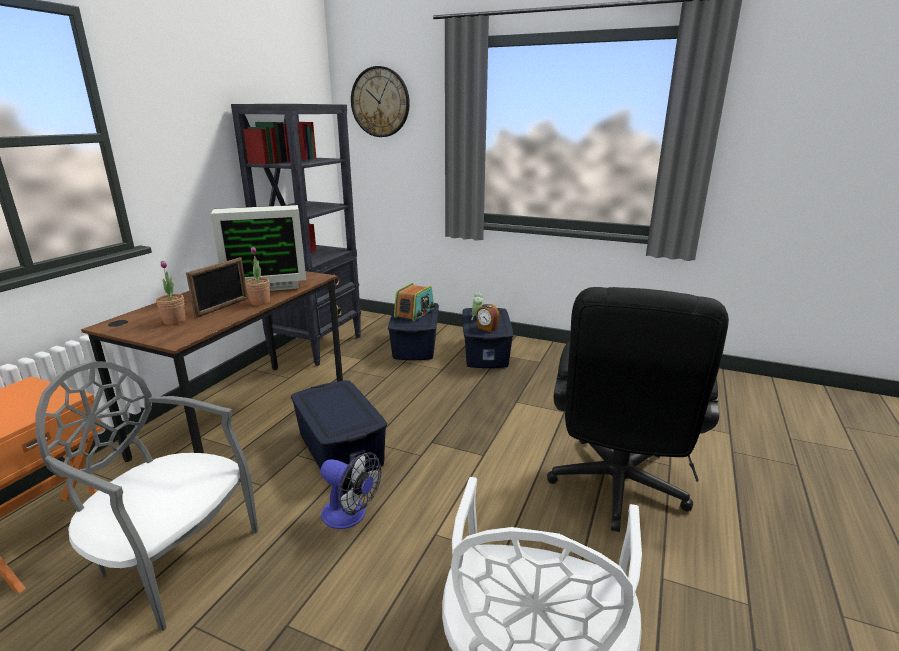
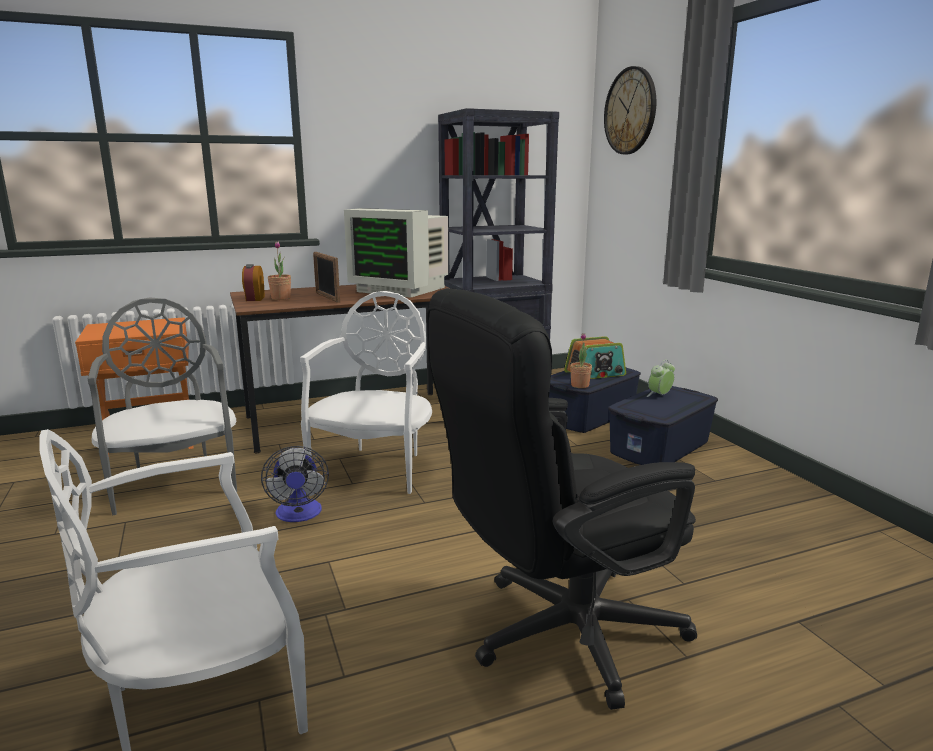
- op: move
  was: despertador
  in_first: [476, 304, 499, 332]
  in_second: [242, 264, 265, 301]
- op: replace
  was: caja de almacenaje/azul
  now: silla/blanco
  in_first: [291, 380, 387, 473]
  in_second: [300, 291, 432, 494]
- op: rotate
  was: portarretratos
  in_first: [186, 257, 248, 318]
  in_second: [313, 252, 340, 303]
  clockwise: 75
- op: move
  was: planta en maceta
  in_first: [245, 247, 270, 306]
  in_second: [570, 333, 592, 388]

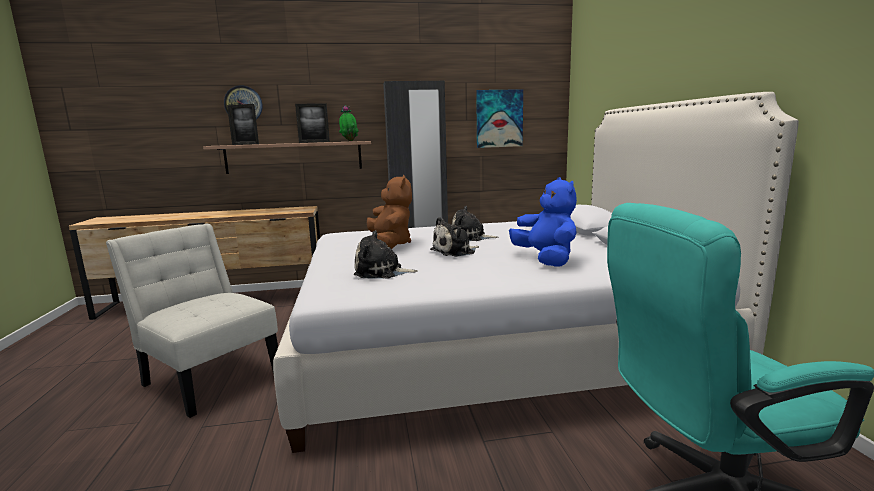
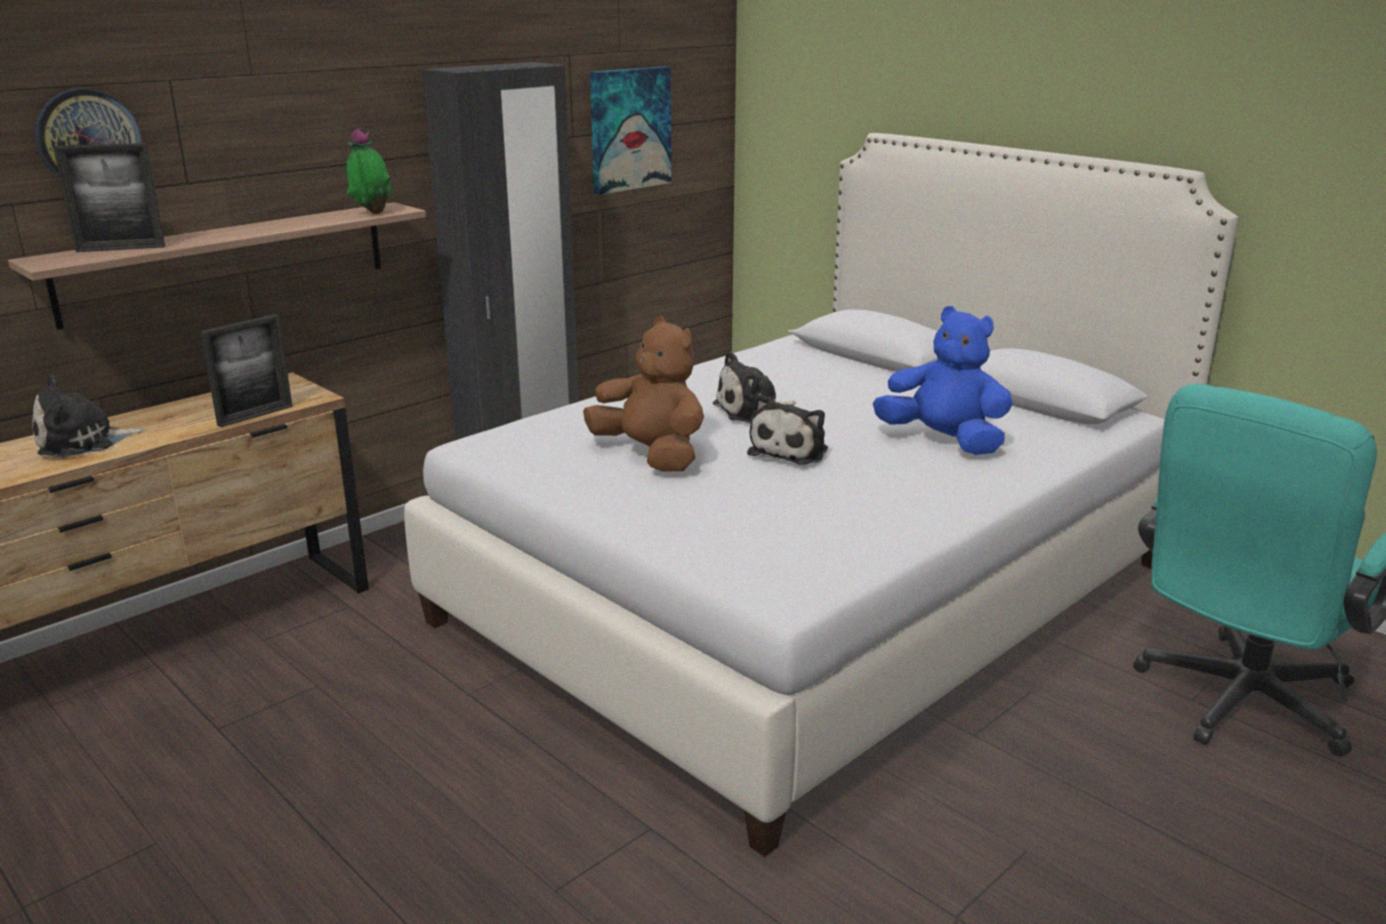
- op: move
  was: peluche
  in_first: [354, 230, 418, 279]
  in_second: [32, 375, 145, 457]
- op: move
  was: portarretratos
  in_first: [295, 103, 330, 143]
  in_second: [200, 314, 293, 427]
- op: delete
  was: silla/blanco
  in_first: [106, 224, 278, 418]

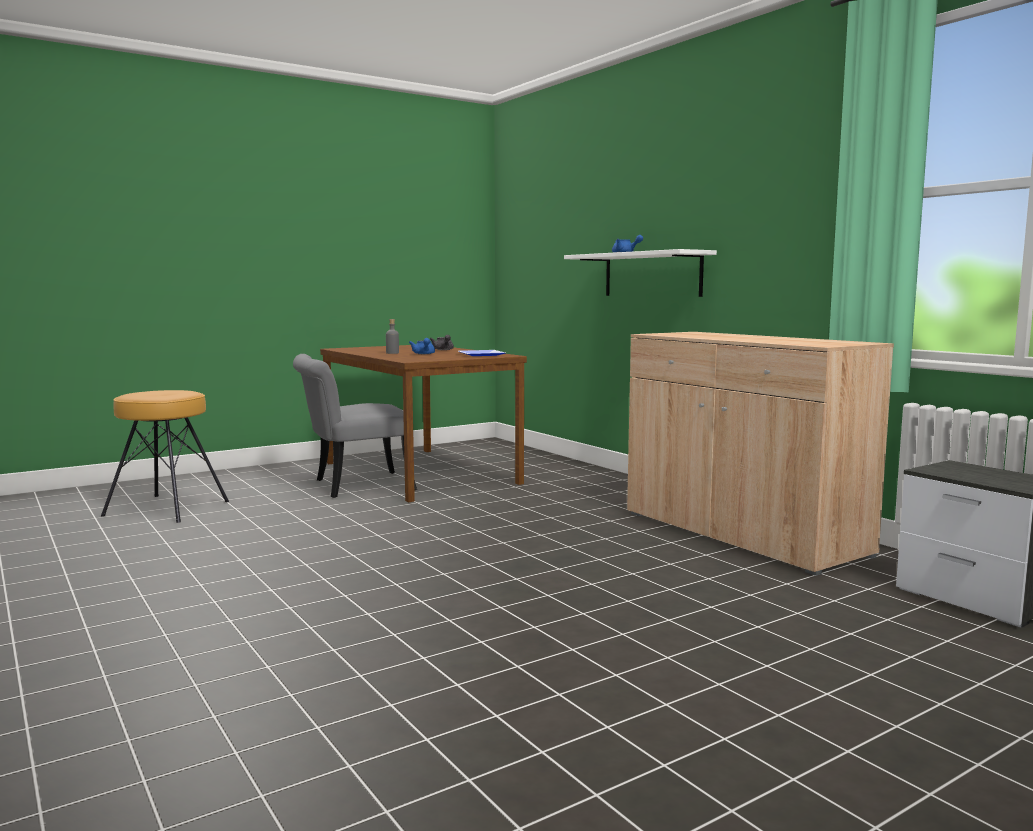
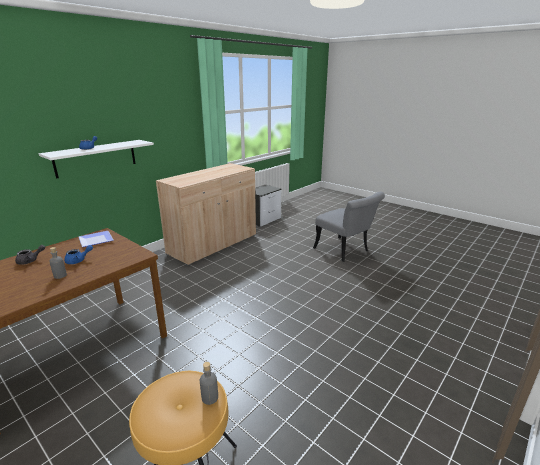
- op: insert
  now: botella/gris
  in_second: [200, 362, 218, 405]
- op: move
  was: silla/gris
  in_first: [293, 354, 417, 498]
  in_second: [313, 192, 385, 262]

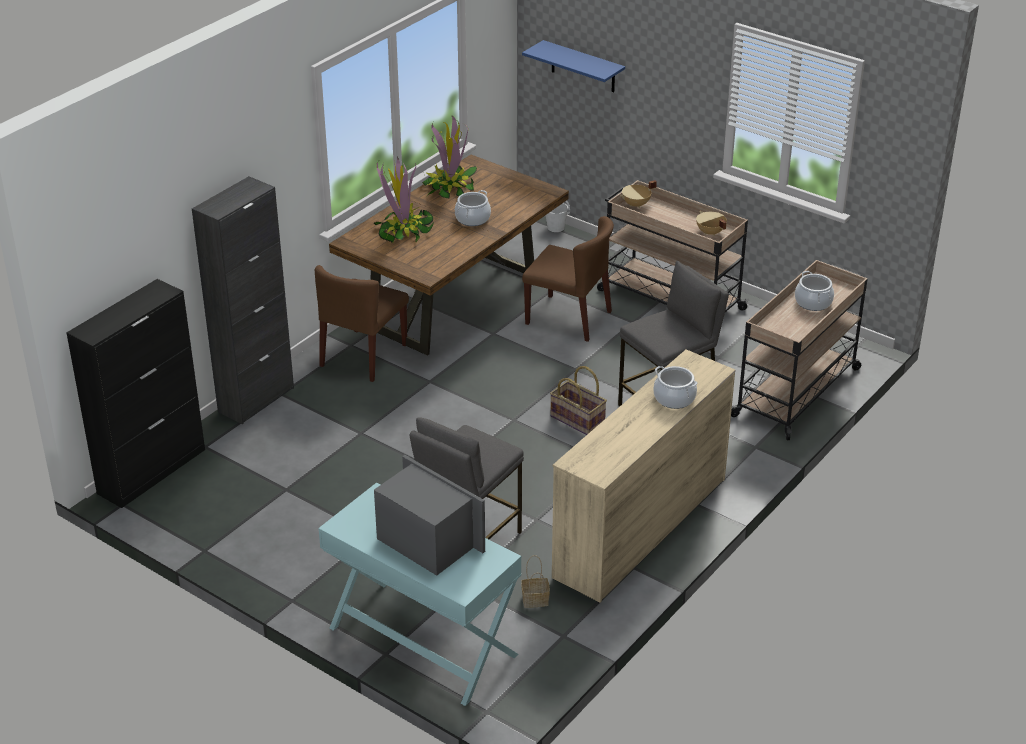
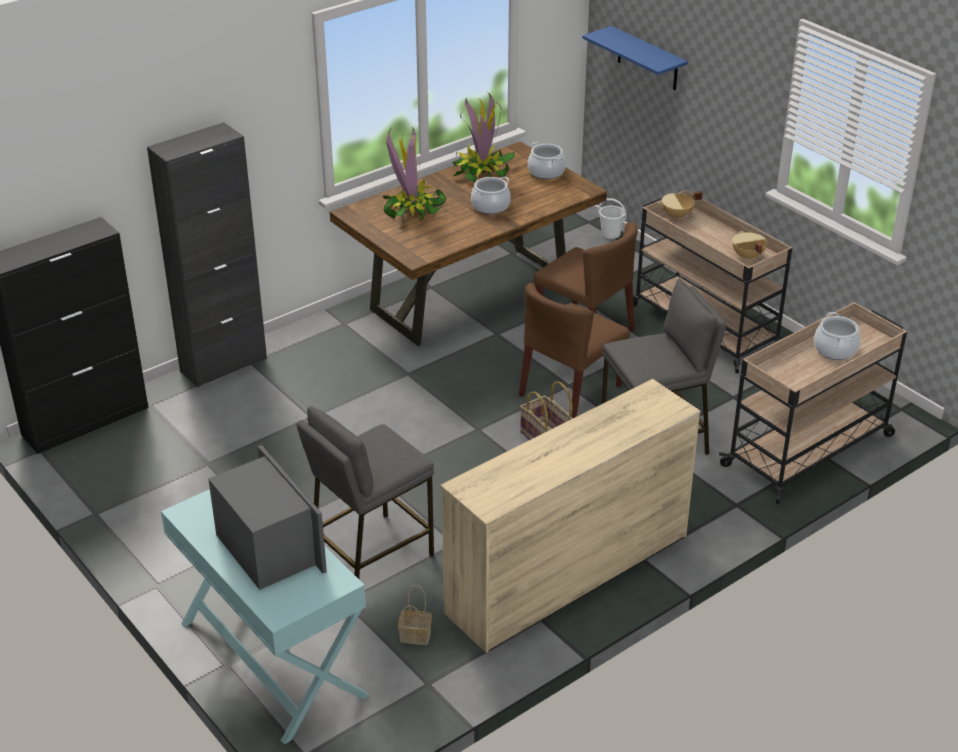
- op: move
  was: silla/marrón
  in_first: [315, 265, 409, 382]
  in_second: [519, 283, 630, 418]
- op: move
  was: olla
  in_first: [653, 366, 698, 409]
  in_second: [528, 142, 566, 179]

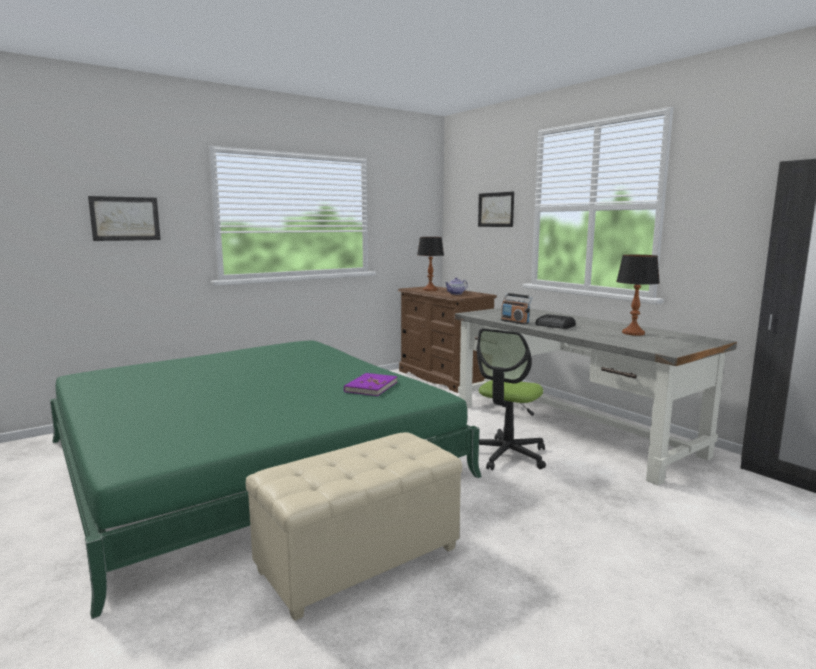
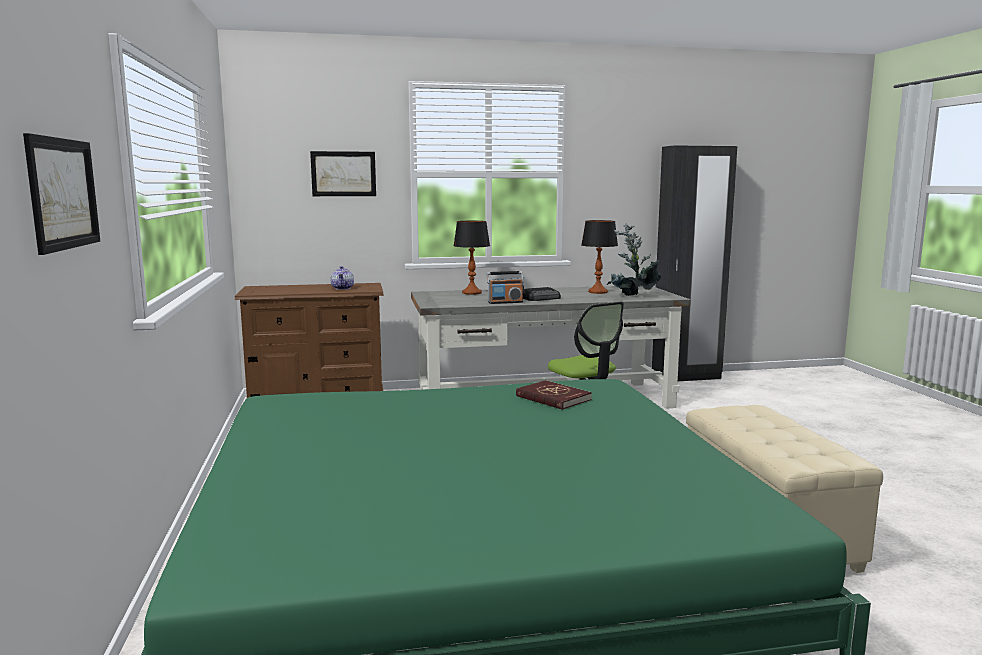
- op: move
  was: lámpara de mesa
  in_first: [417, 237, 444, 291]
  in_second: [453, 221, 490, 295]
- op: recolor
  was: libro/morado
  now: libro/rojo
  in_first: [344, 373, 398, 396]
  in_second: [516, 380, 592, 410]
- op: insert
  now: planta en maceta
  in_second: [607, 223, 661, 296]

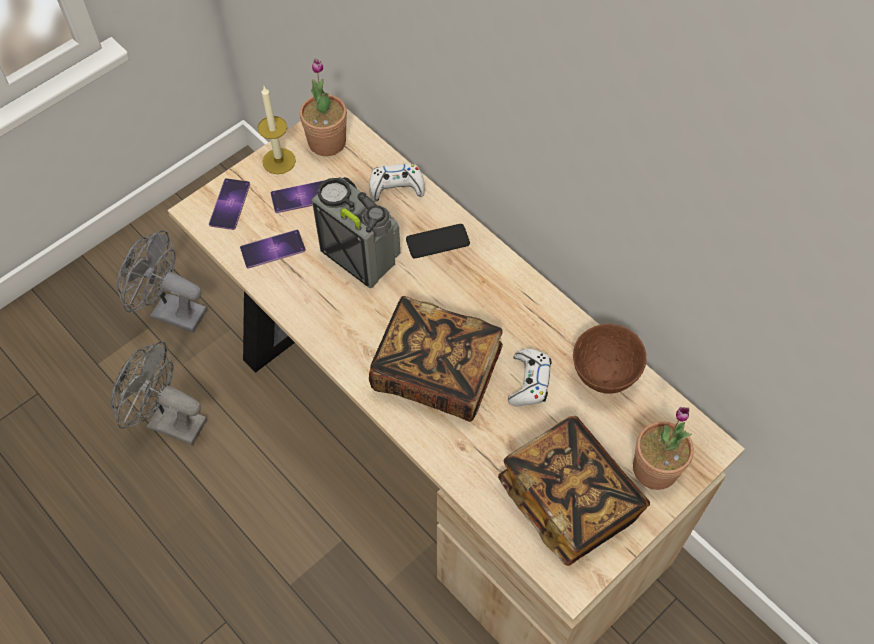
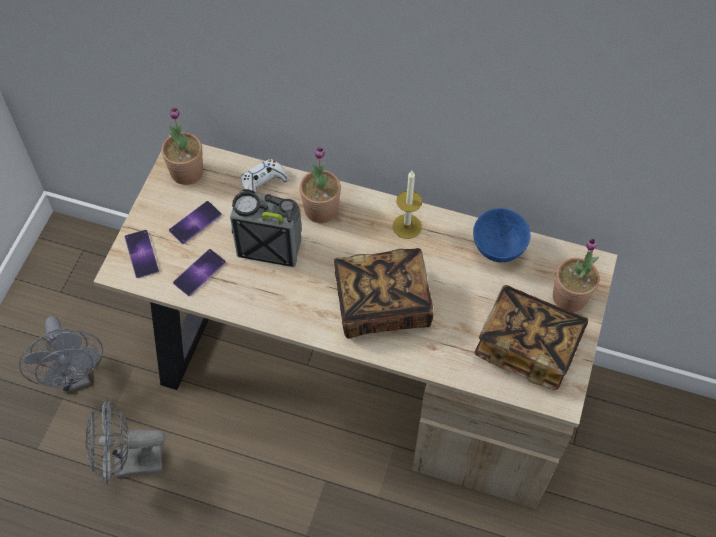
- op: rotate
  was: ventilador/gris
  in_first: [117, 230, 207, 333]
  in_second: [19, 316, 103, 393]
  clockwise: -105
- op: replace
  was: móvil
  now: planta en maceta
  in_first: [406, 224, 470, 258]
  in_second: [299, 147, 341, 223]
- op: move
  was: vela
  in_first: [258, 86, 296, 174]
  in_second: [393, 171, 422, 239]
- op: recolor
  was: cuenco/marrón
  now: cuenco/azul
  in_first: [573, 324, 646, 394]
  in_second: [473, 208, 531, 262]
- op: delete
  was: mando de consola/blanco
  in_first: [508, 349, 552, 406]

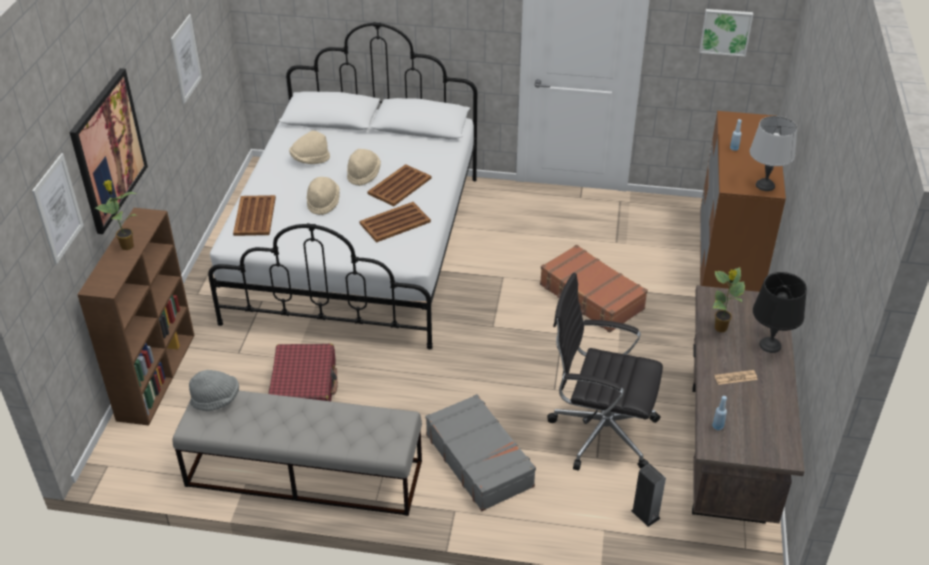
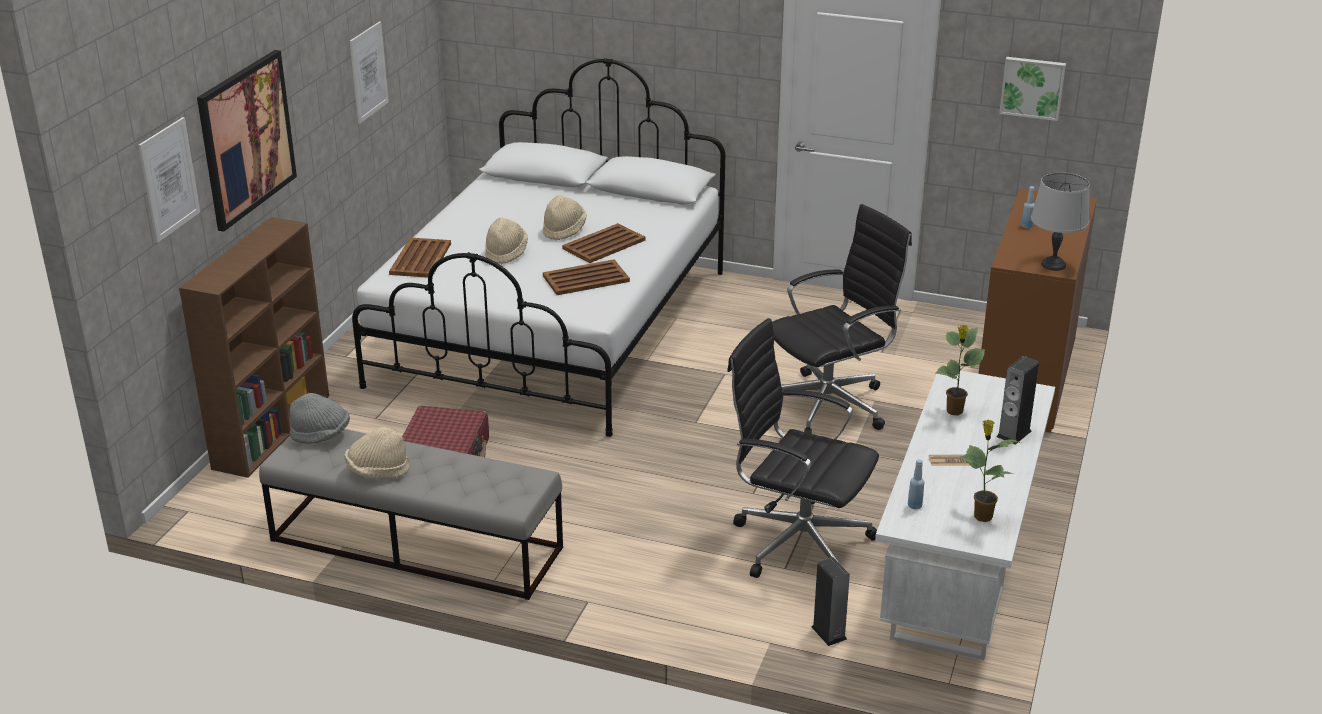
- op: move
  was: sombrero/beis
  in_first: [289, 131, 330, 164]
  in_second: [344, 427, 410, 479]
- op: replace
  was: maleta/marrón
  now: silla de oficina/negro
  in_first: [540, 245, 648, 333]
  in_second: [772, 204, 912, 434]
- op: recolor
  was: escritorio/marrón
  now: escritorio/blanco
  in_first: [692, 285, 805, 524]
  in_second: [875, 367, 1055, 660]
- op: move
  was: planta en maceta
  in_first: [95, 180, 137, 250]
  in_second: [960, 420, 1021, 522]
- op: replace
  was: lámpara de mesa/negro
  now: altavoz
  in_first: [753, 272, 807, 353]
  in_second: [996, 356, 1039, 445]
- op: delete
  was: maleta/gris
  in_first: [425, 394, 536, 511]

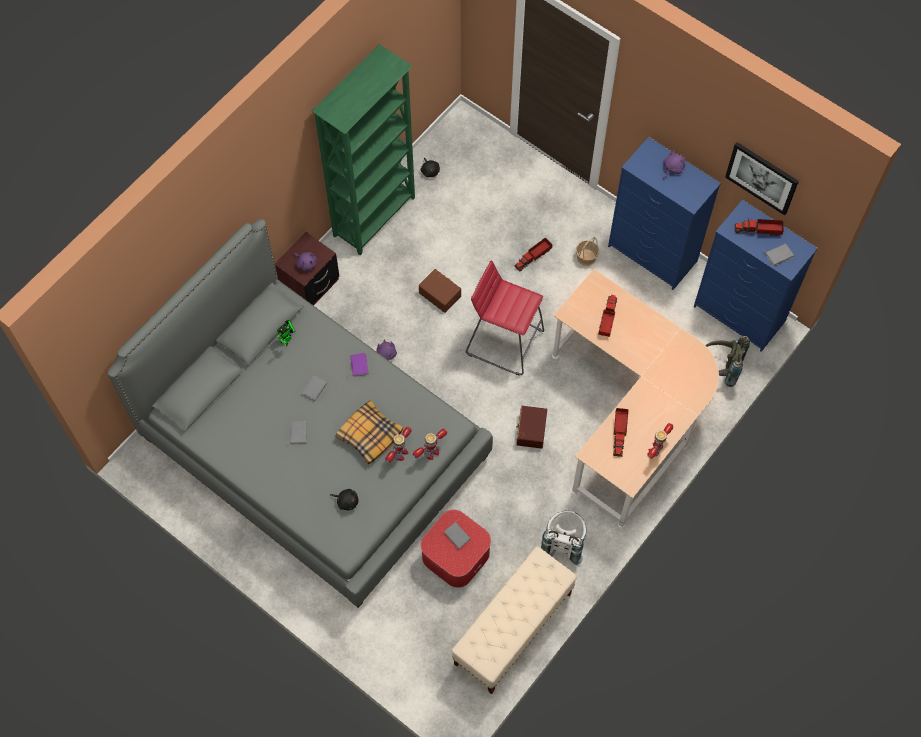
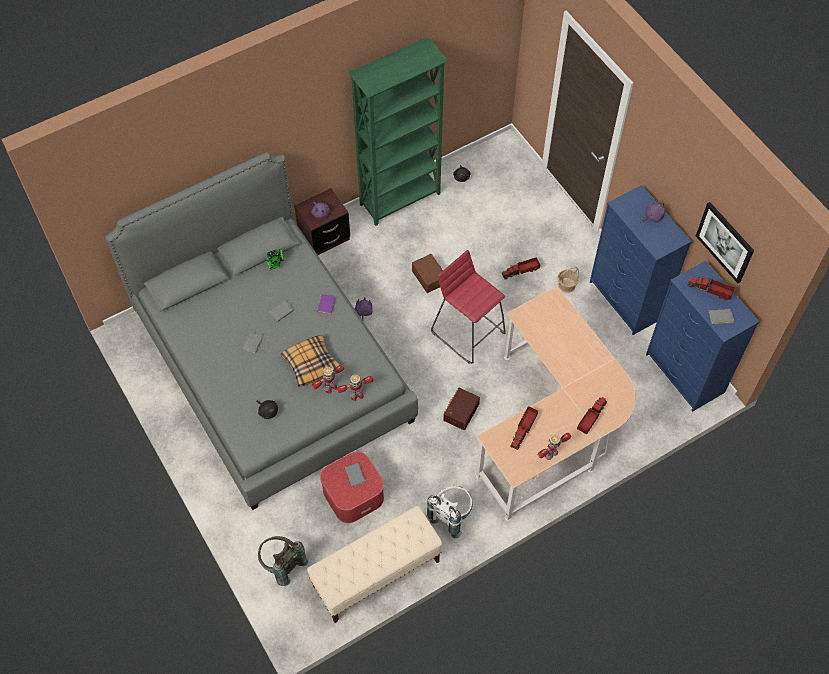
- op: move
  was: mochila/gris
  in_first: [705, 336, 750, 387]
  in_second: [258, 536, 309, 586]
- op: move
  was: camión de juguete
  in_first: [598, 295, 617, 337]
  in_second: [577, 397, 607, 434]

